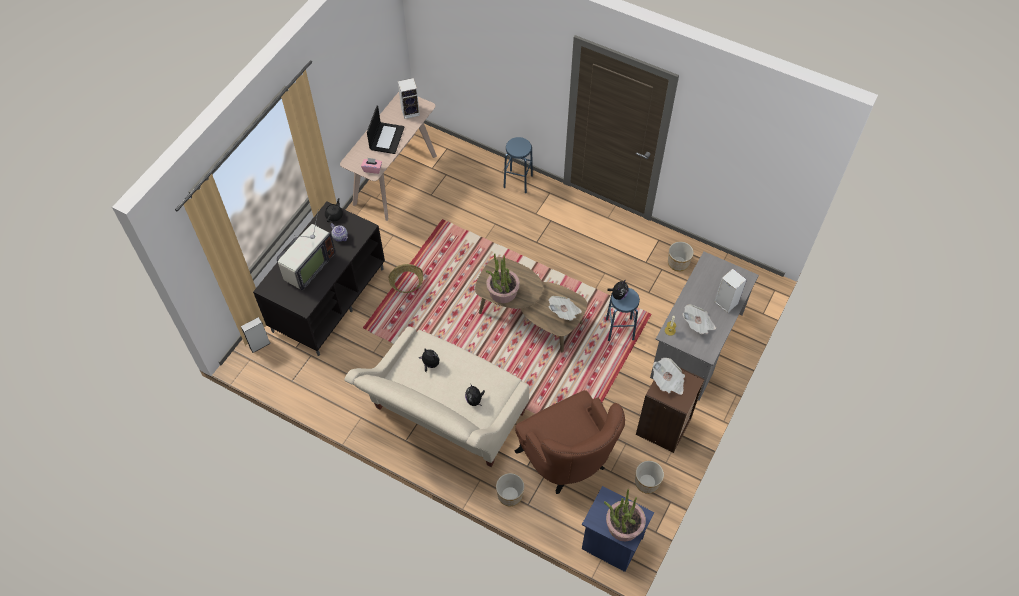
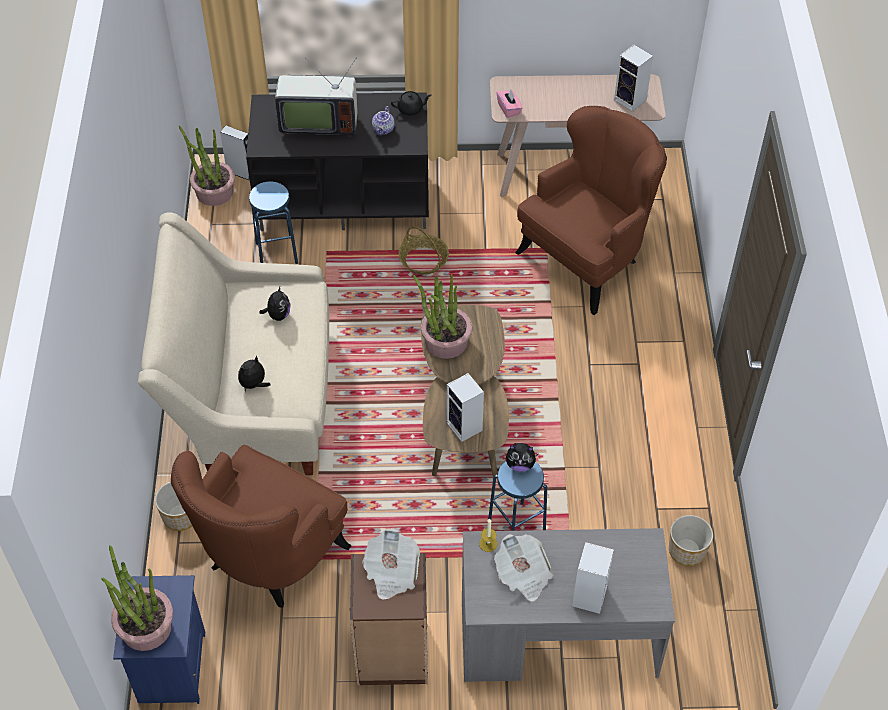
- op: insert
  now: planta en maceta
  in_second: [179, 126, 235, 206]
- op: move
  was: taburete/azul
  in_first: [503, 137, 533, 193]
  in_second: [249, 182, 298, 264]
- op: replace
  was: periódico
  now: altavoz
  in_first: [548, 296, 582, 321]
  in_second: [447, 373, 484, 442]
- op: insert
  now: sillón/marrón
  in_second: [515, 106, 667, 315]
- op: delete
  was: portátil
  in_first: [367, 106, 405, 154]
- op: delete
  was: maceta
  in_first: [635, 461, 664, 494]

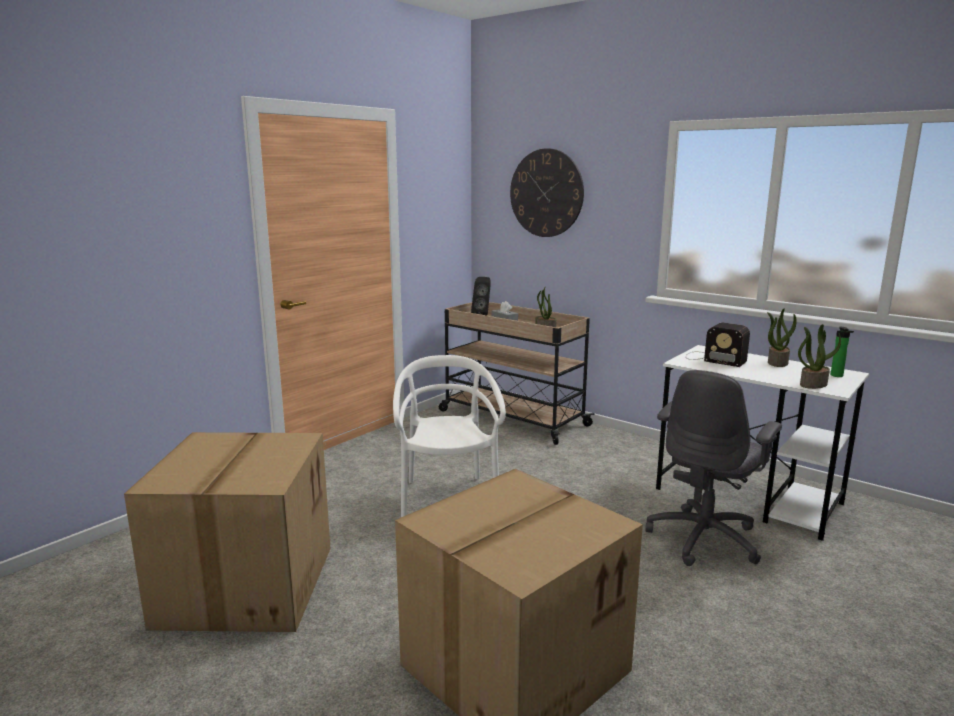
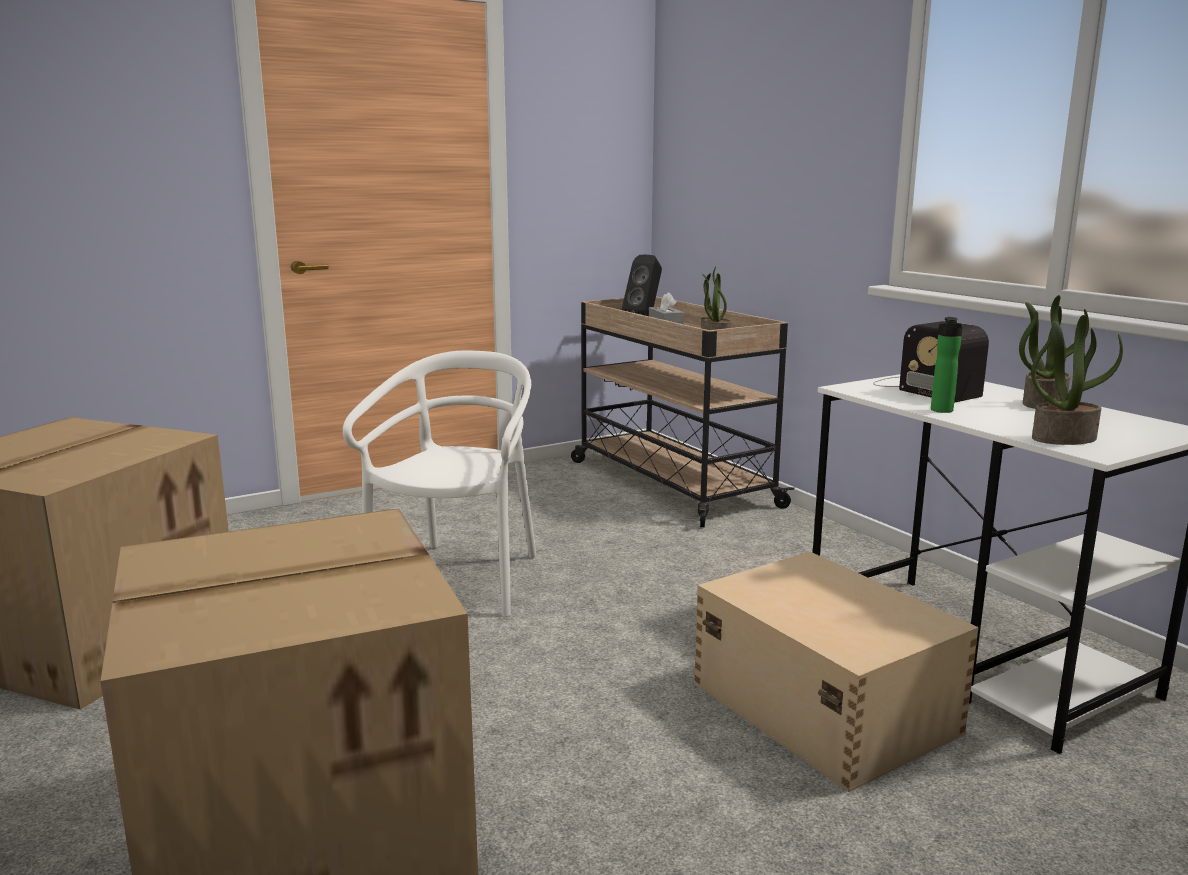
- op: replace
  was: silla de oficina/gris
  now: caja de almacenaje/beis
  in_first: [645, 370, 782, 566]
  in_second: [694, 552, 979, 792]
- op: move
  was: botella
  in_first: [830, 326, 854, 377]
  in_second: [931, 317, 963, 413]
- op: delete
  was: reloj de pared
  in_first: [510, 148, 584, 237]

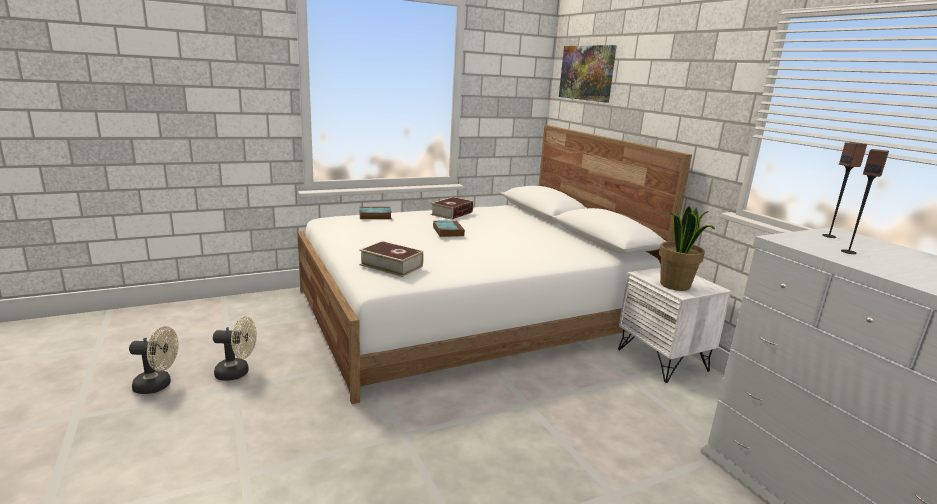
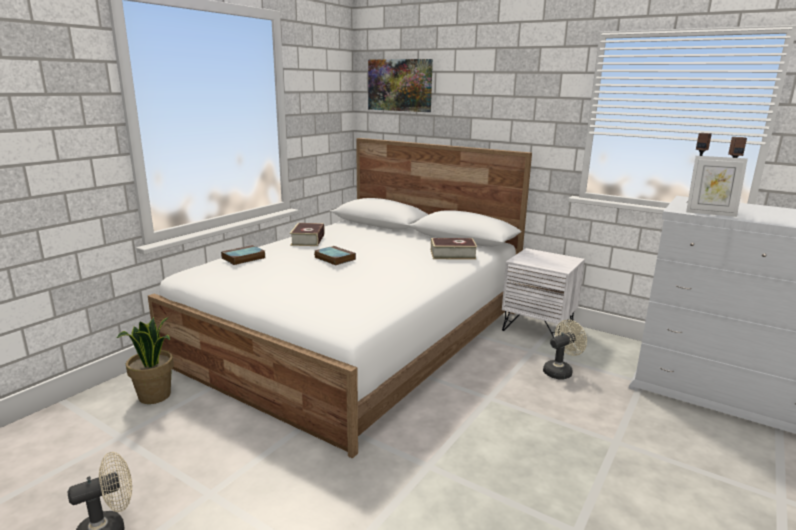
- op: move
  was: planta en maceta
  in_first: [659, 206, 715, 291]
  in_second: [117, 317, 174, 404]
- op: move
  was: libro
  in_first: [359, 241, 424, 277]
  in_second: [431, 238, 477, 260]
- op: move
  was: ventilador/beis
  in_first: [213, 316, 257, 381]
  in_second: [543, 320, 587, 379]
- op: insert
  now: portarretratos
  in_second: [686, 156, 748, 217]

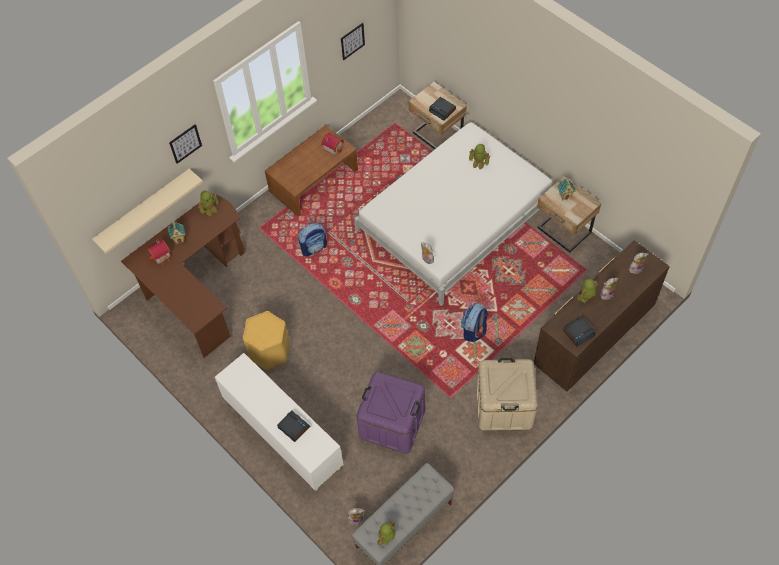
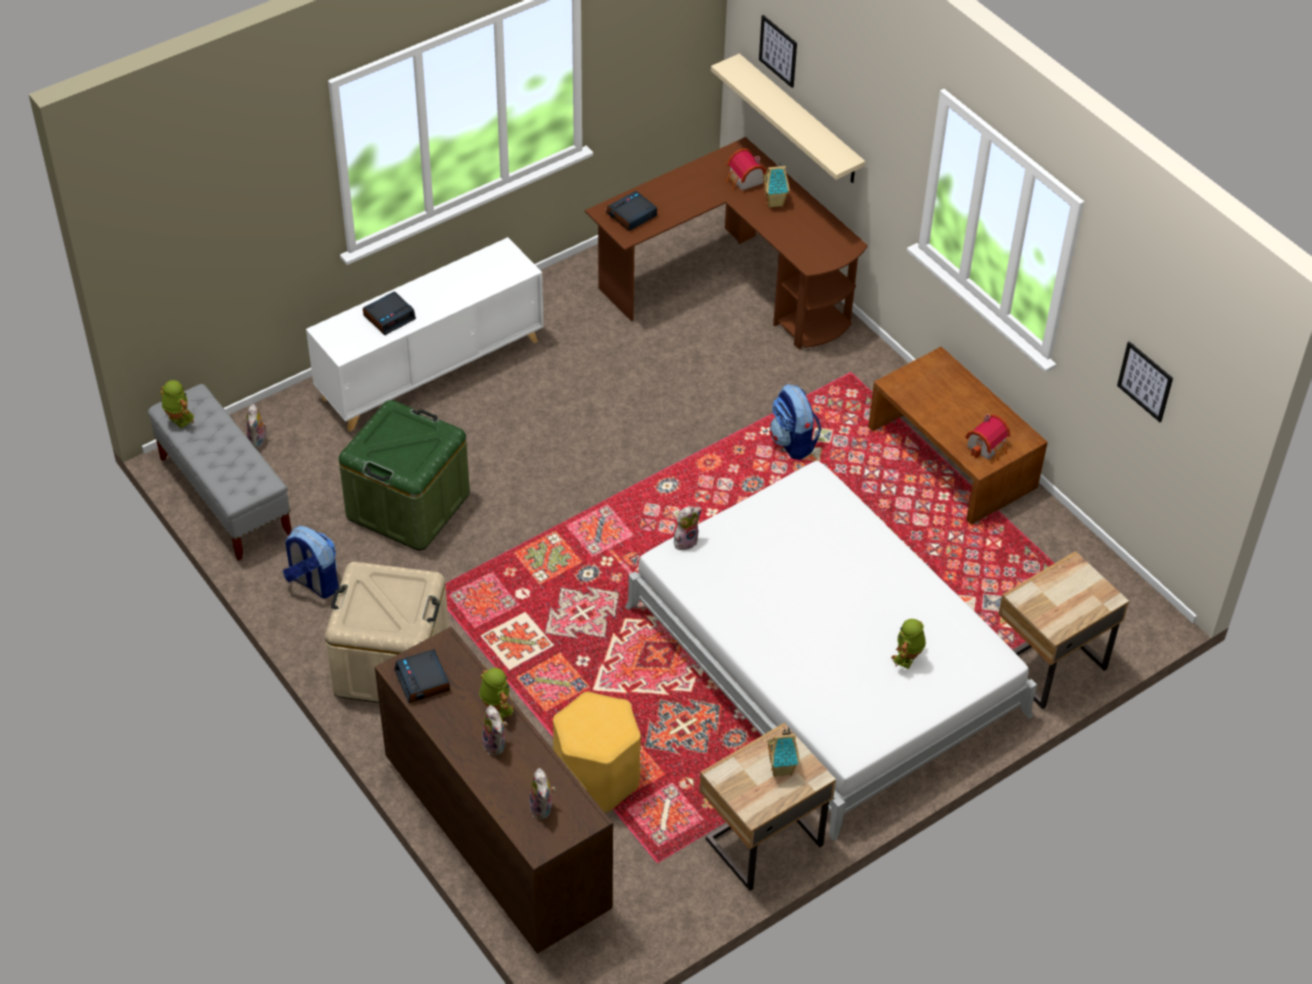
- op: move
  was: mochila
  in_first: [461, 303, 488, 342]
  in_second: [283, 526, 339, 598]
- op: recolor
  was: caja de almacenaje/morado
  now: caja de almacenaje/verde
  in_first: [356, 372, 425, 453]
  in_second: [339, 400, 470, 550]
- op: move
  was: taburete/amarillo
  in_first: [243, 311, 290, 370]
  in_second: [553, 692, 641, 812]
- op: move
  was: despertador
  in_first: [429, 97, 456, 120]
  in_second: [606, 191, 657, 231]
- op: move
  was: cuadro
  in_first: [169, 124, 202, 164]
  in_second: [759, 15, 797, 88]
- op: delete
  was: robot de juguete
  in_first: [198, 191, 219, 216]

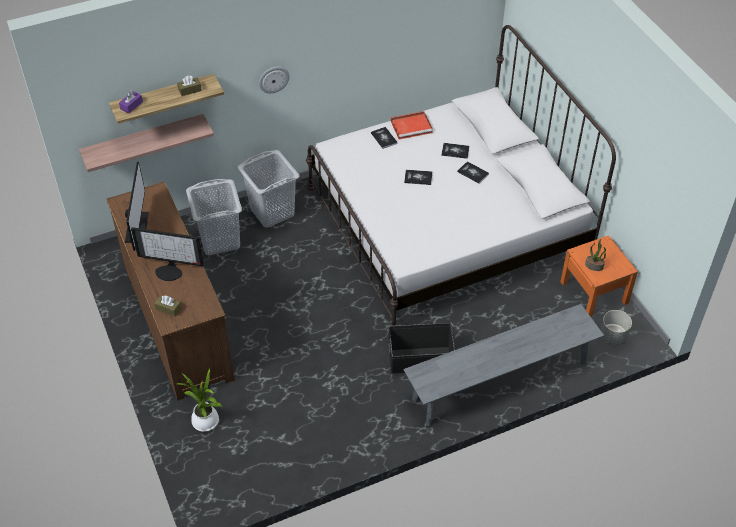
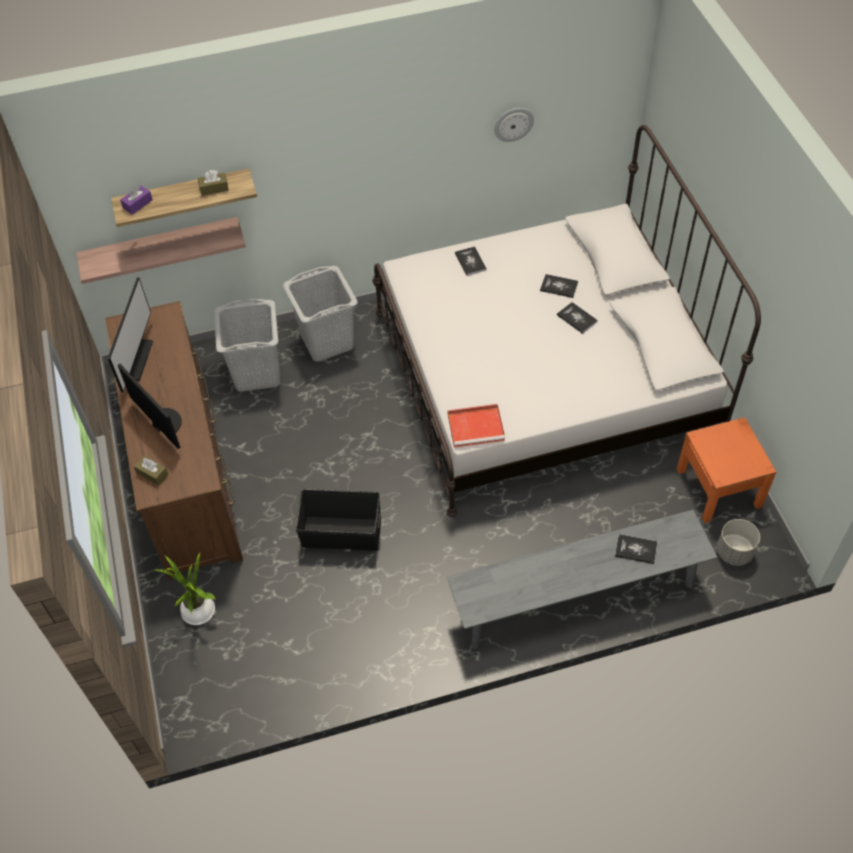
- op: rotate
  was: monitor
  in_first: [131, 227, 204, 281]
  in_second: [118, 364, 182, 449]
  clockwise: -150
- op: move
  was: caja de almacenaje/negro
  in_first: [389, 323, 455, 373]
  in_second: [296, 489, 381, 551]
- op: move
  was: bandeja/rojo
  in_first: [391, 111, 433, 140]
  in_second: [448, 404, 505, 448]
- op: move
  was: reloj de pared
  in_first: [259, 67, 290, 93]
  in_second: [494, 108, 534, 142]
- op: move
  was: libro
  in_first: [404, 170, 432, 185]
  in_second: [615, 534, 658, 564]
- op: delete
  was: planta en maceta
  in_first: [585, 239, 606, 271]

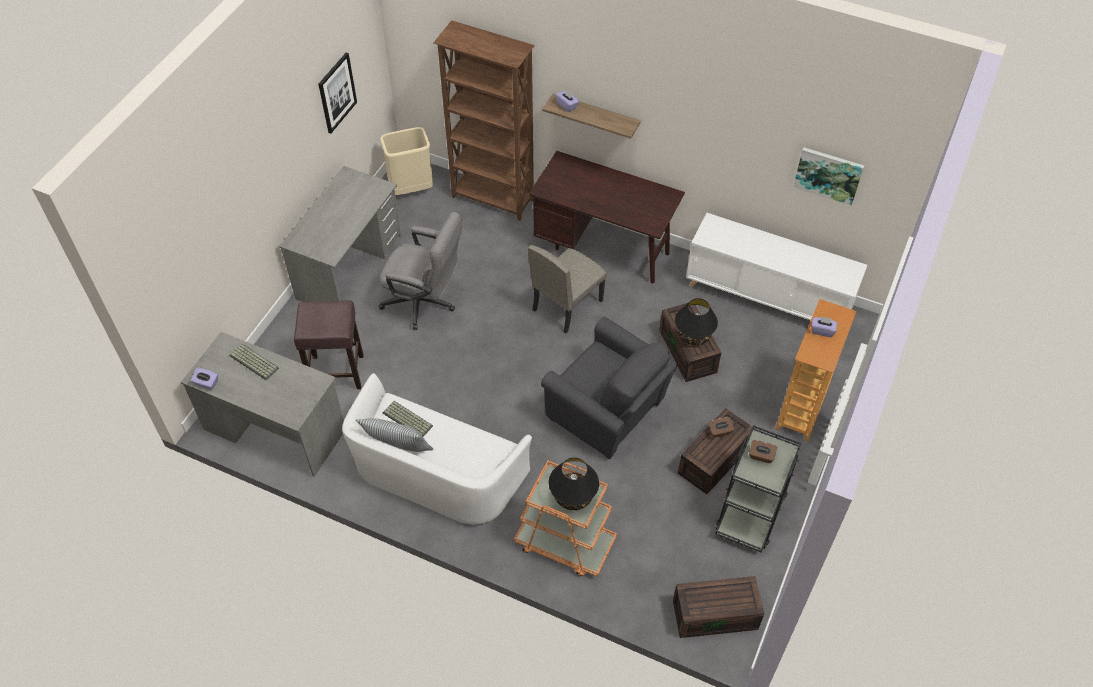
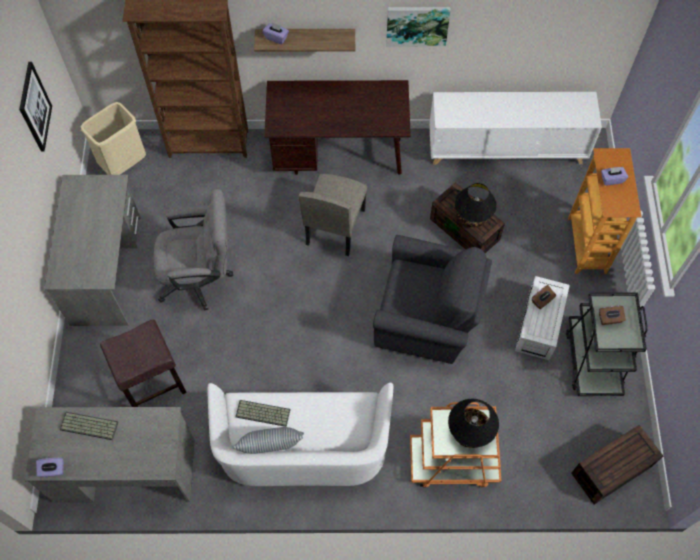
- op: move
  was: cuadro
  in_first: [793, 147, 864, 206]
  in_second: [386, 7, 451, 46]
- op: recolor
  was: caja de almacenaje/marrón
  now: caja de almacenaje/blanco
  in_first: [678, 408, 755, 494]
  in_second: [515, 276, 570, 360]

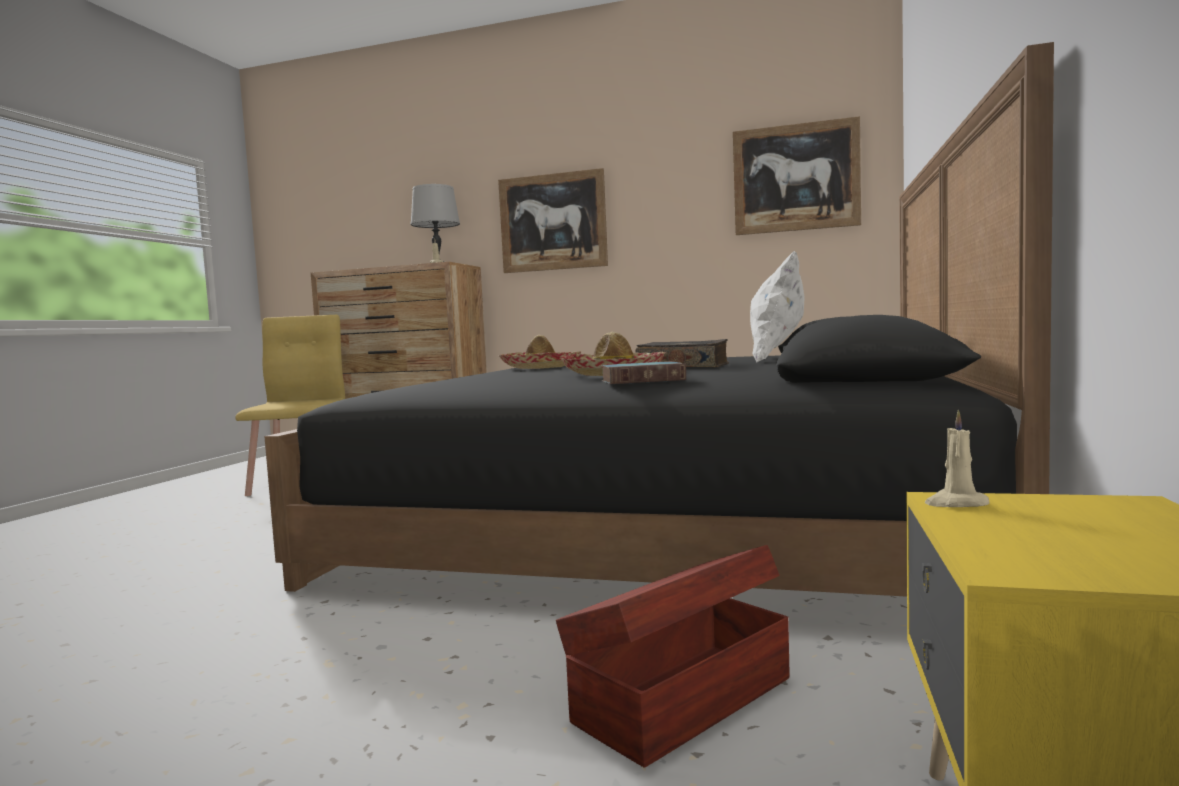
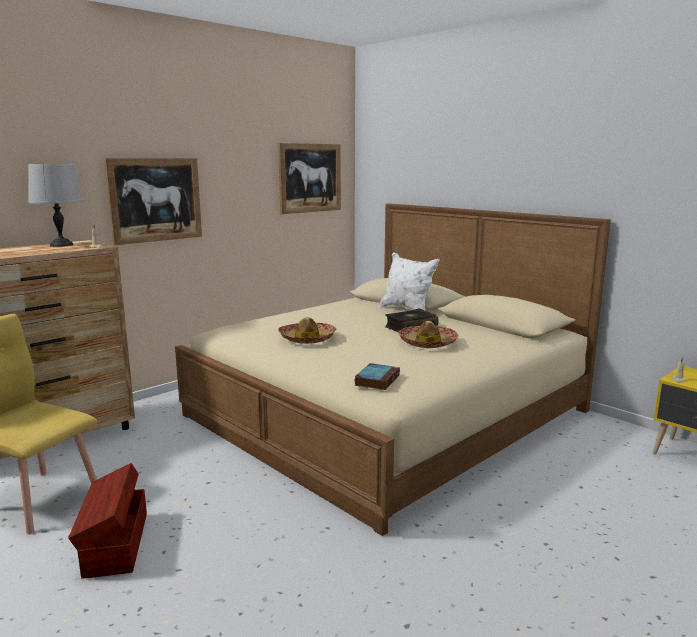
- op: move
  was: caja de almacenaje/marrón
  in_first: [556, 545, 789, 768]
  in_second: [68, 463, 147, 579]
- op: recolor
  was: cama/negro
  now: cama/beis
  in_first: [264, 42, 1054, 597]
  in_second: [175, 203, 611, 536]
- op: move
  was: libro
  in_first: [601, 361, 686, 384]
  in_second: [355, 363, 400, 390]

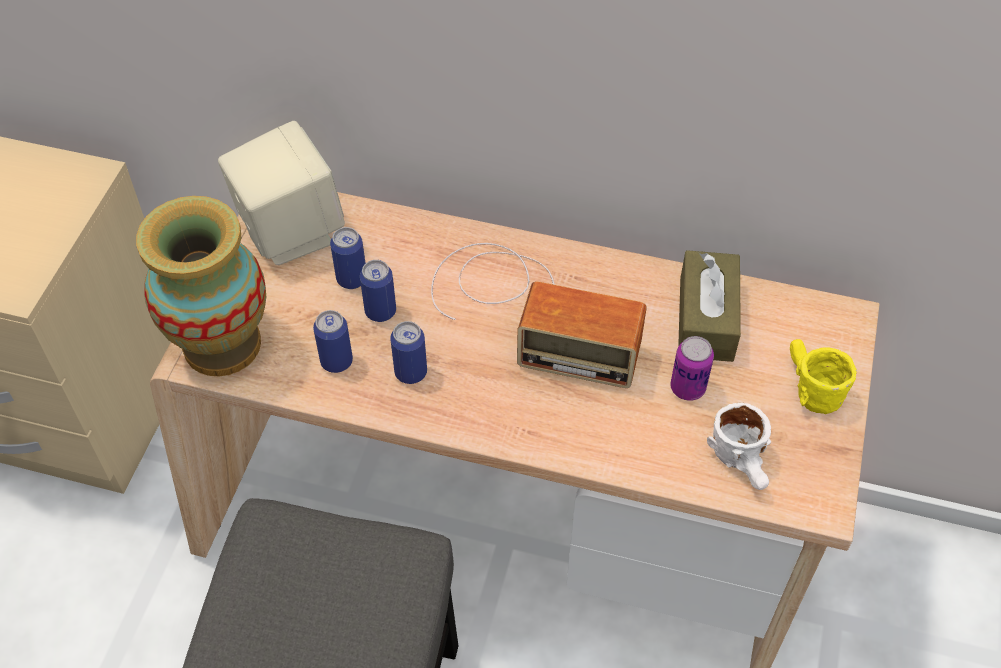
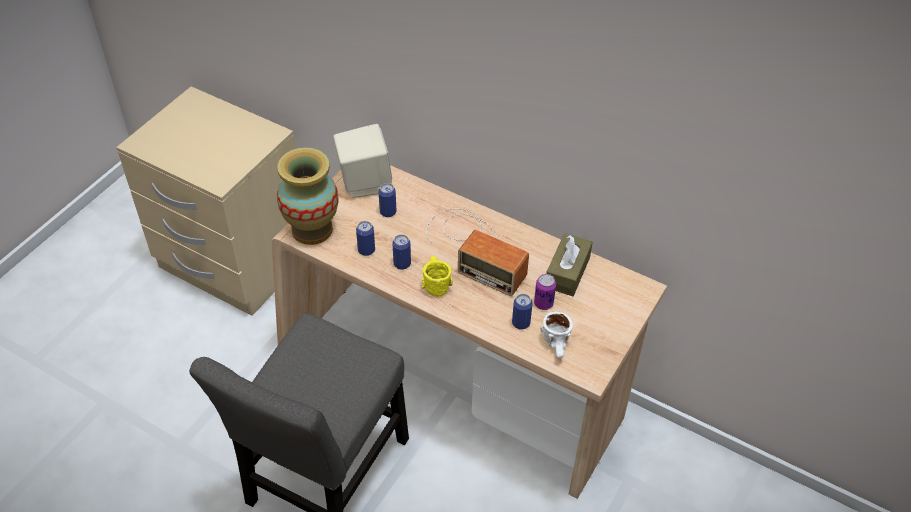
- op: move
  was: taza grande/amarillo
  in_first: [790, 339, 857, 414]
  in_second: [422, 256, 453, 297]
- op: move
  was: lata
  in_first: [360, 260, 396, 322]
  in_second: [512, 294, 533, 330]

